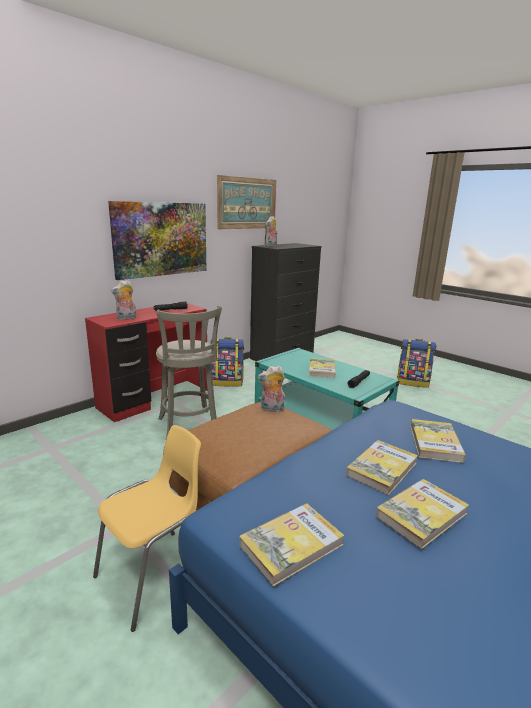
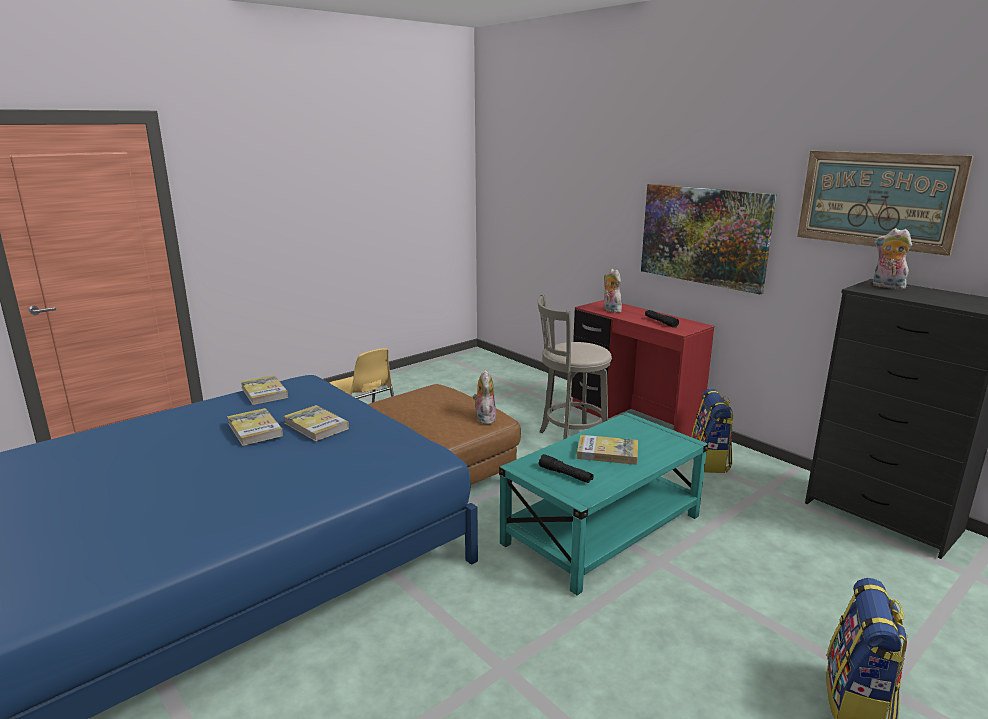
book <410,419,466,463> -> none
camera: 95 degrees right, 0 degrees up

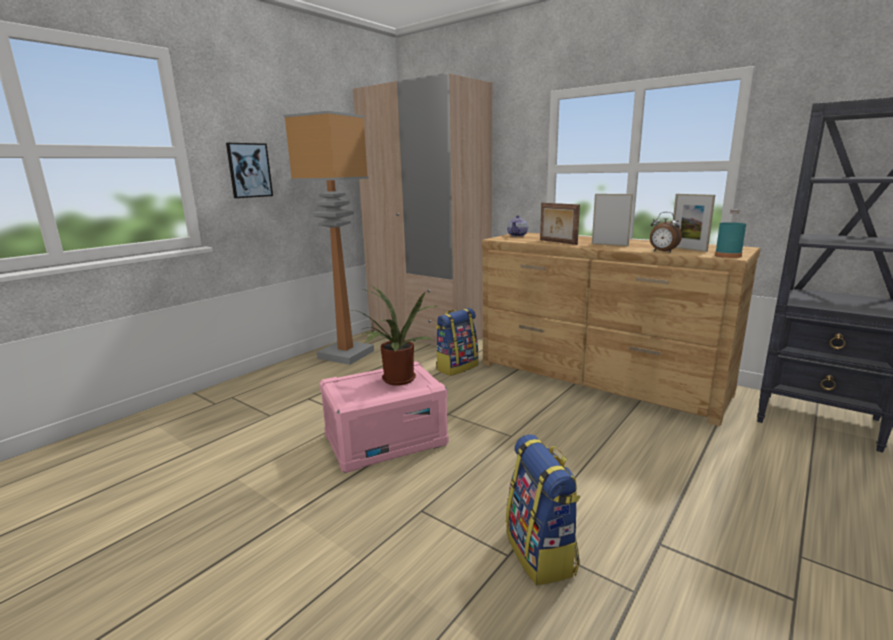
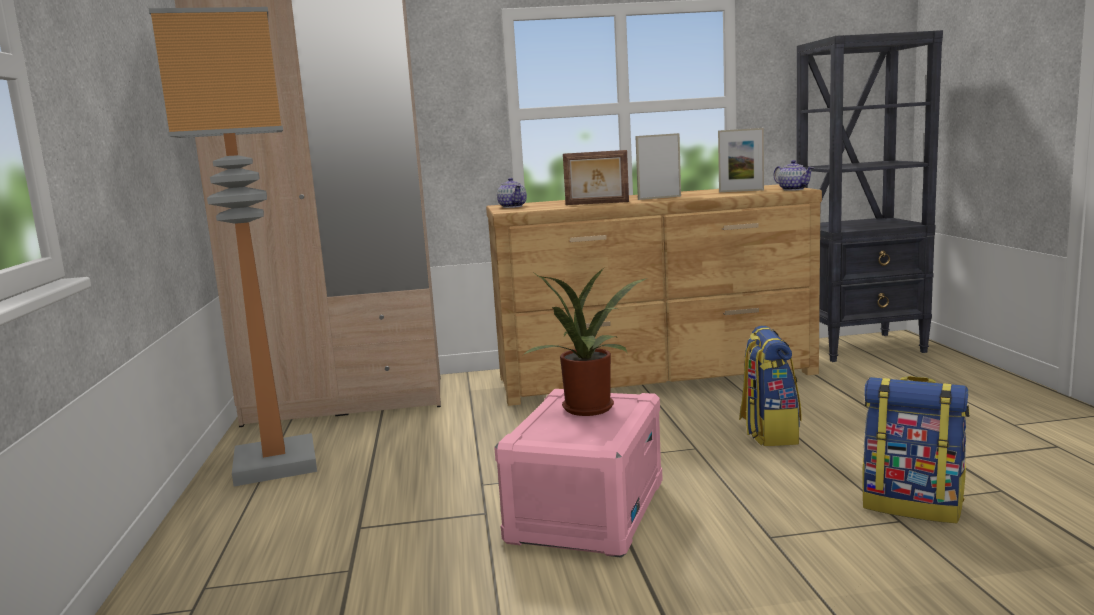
backpack <436,308,478,376> -> backpack <739,326,801,446>, shifted
drink bottle/blue-green <715,209,746,258> -> pot for tea <774,160,814,191>
wall art <226,143,273,198> -> none
bedside clock <650,212,682,253> -> none
camera: 45 degrees left, 5 degrees down

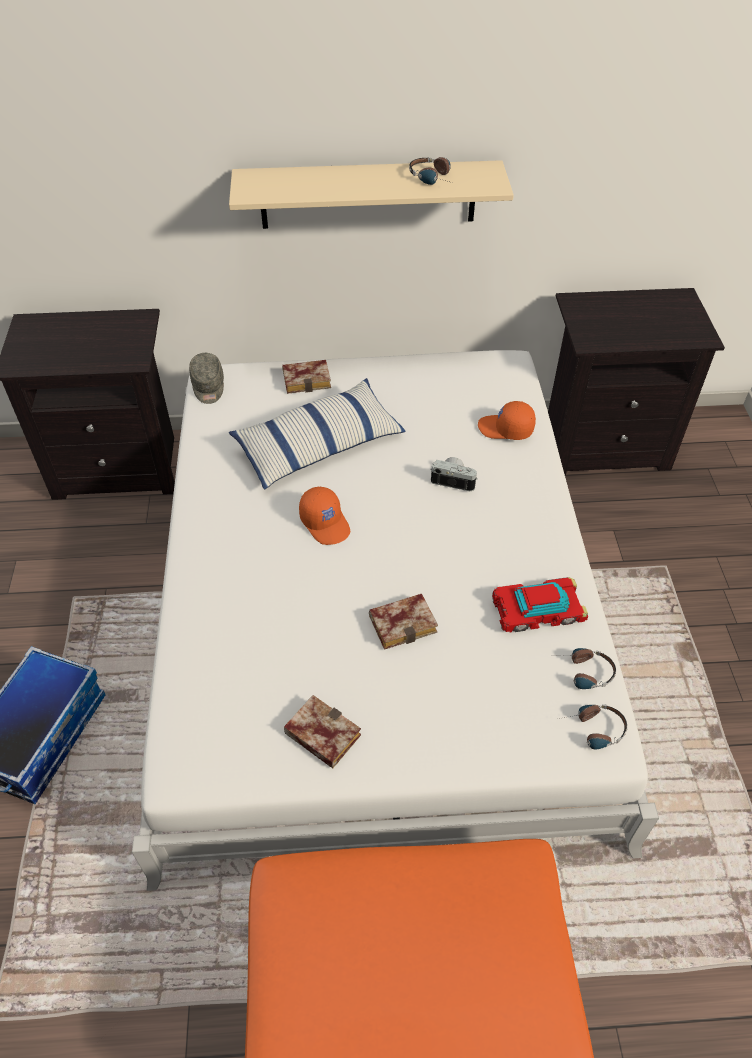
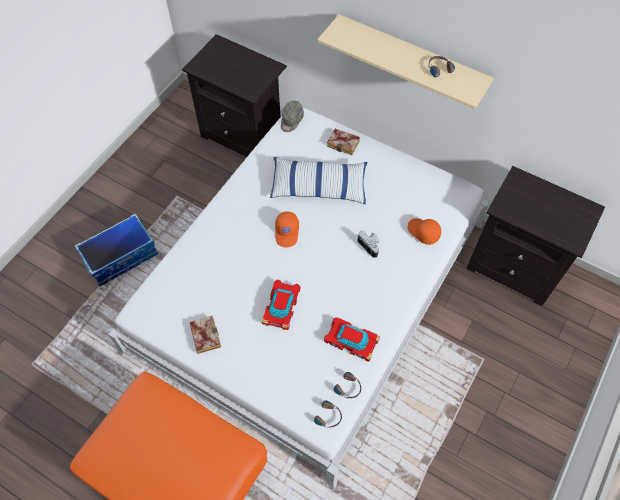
book <369,594,438,650> -> toy car <262,280,300,330>
camera: 35 degrees right, 10 degrees up

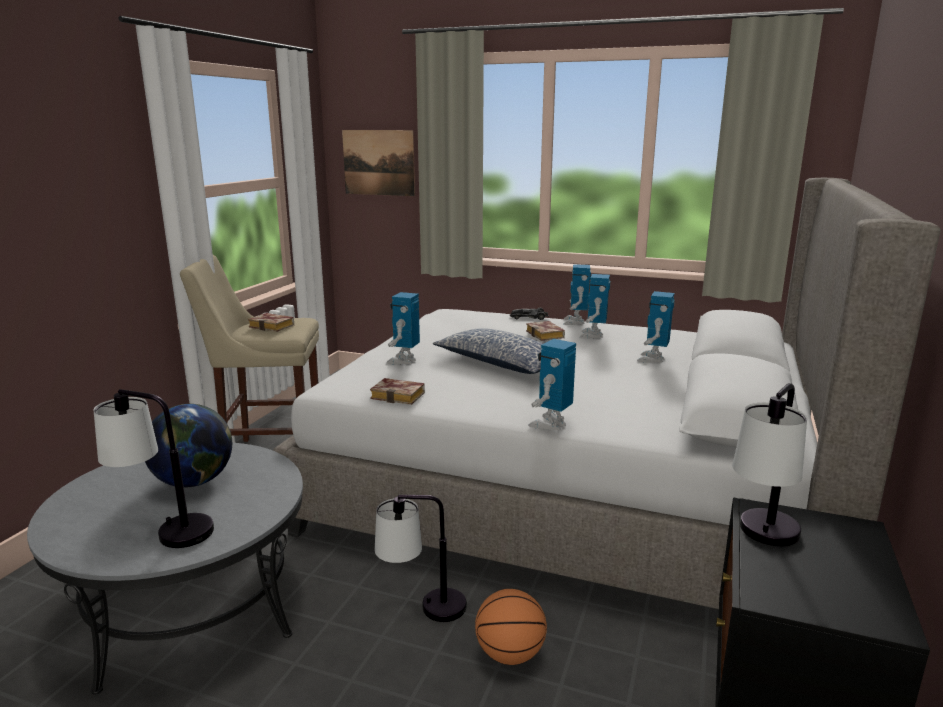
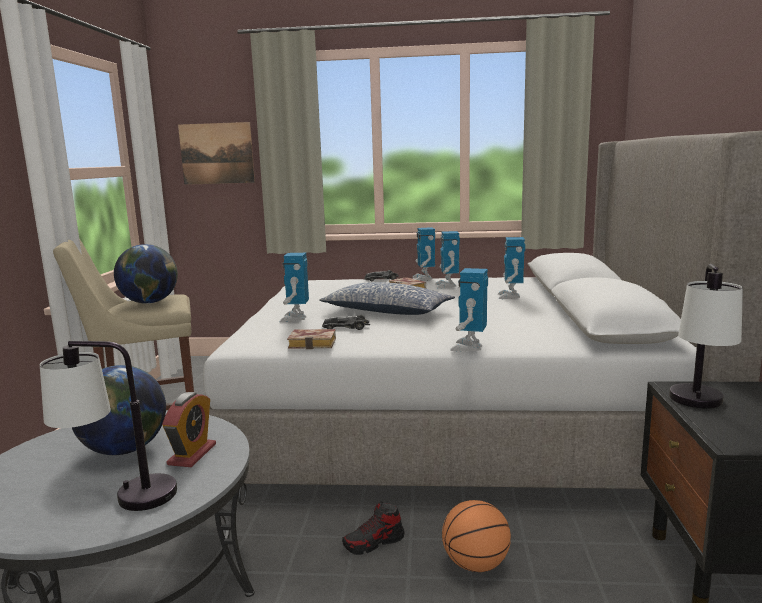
book <248,313,294,332> -> globe <114,244,178,304>
none -> bedside clock <162,392,216,467>
none -> toy car <322,315,370,330>
tabletop lamp <375,495,467,622> -> shoe <342,501,404,555>
camera: 15 degrees left, 5 degrees down

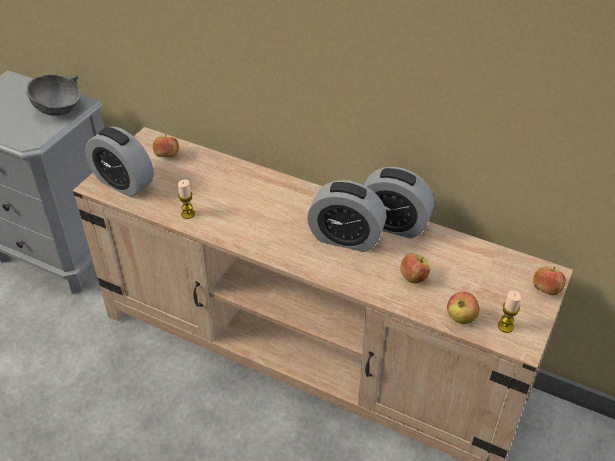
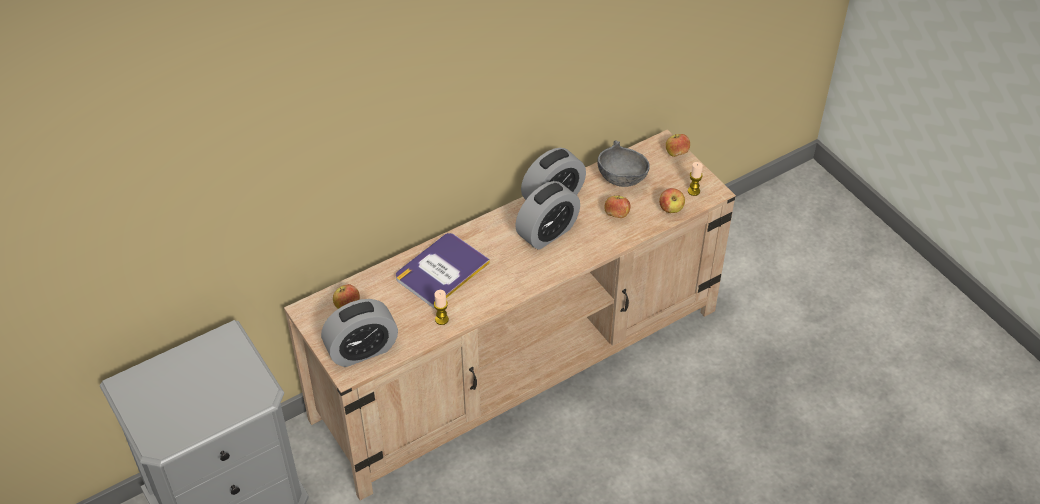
none -> book <396,233,490,308>
bowl/greyish <26,74,81,116> -> bowl/greyish <598,140,650,187>, shifted
camera: 60 degrees left, 5 degrees up

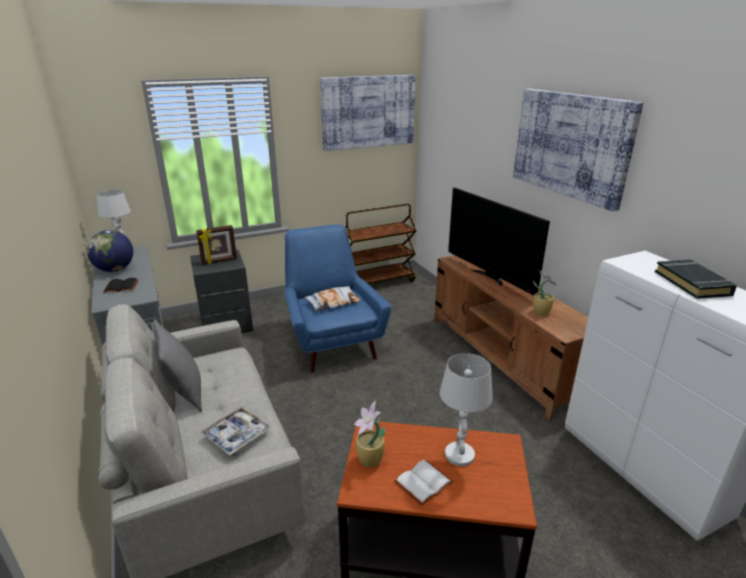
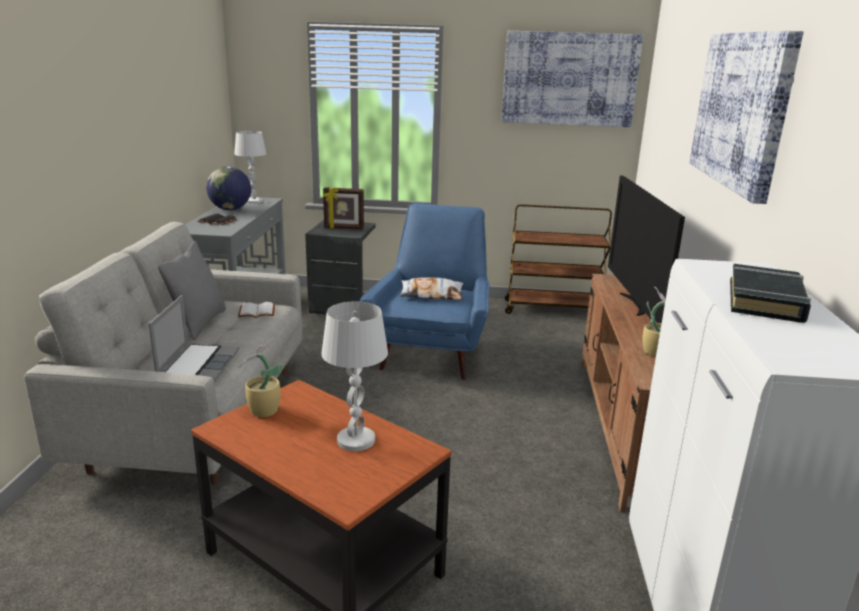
serving tray <200,406,271,456> -> portable computer <149,295,239,382>
book/white-coloured <394,459,453,506> -> book/white-coloured <238,302,275,318>, shifted
camera: 30 degrees right, 5 degrees down

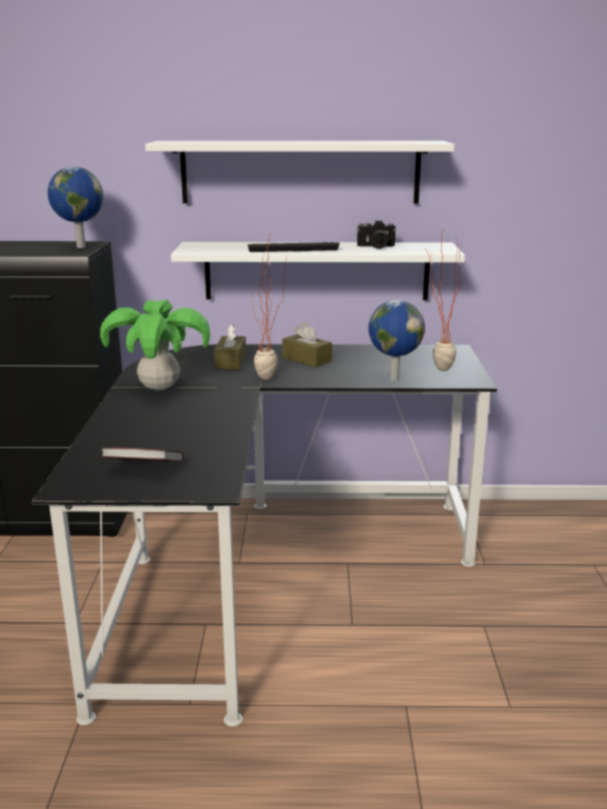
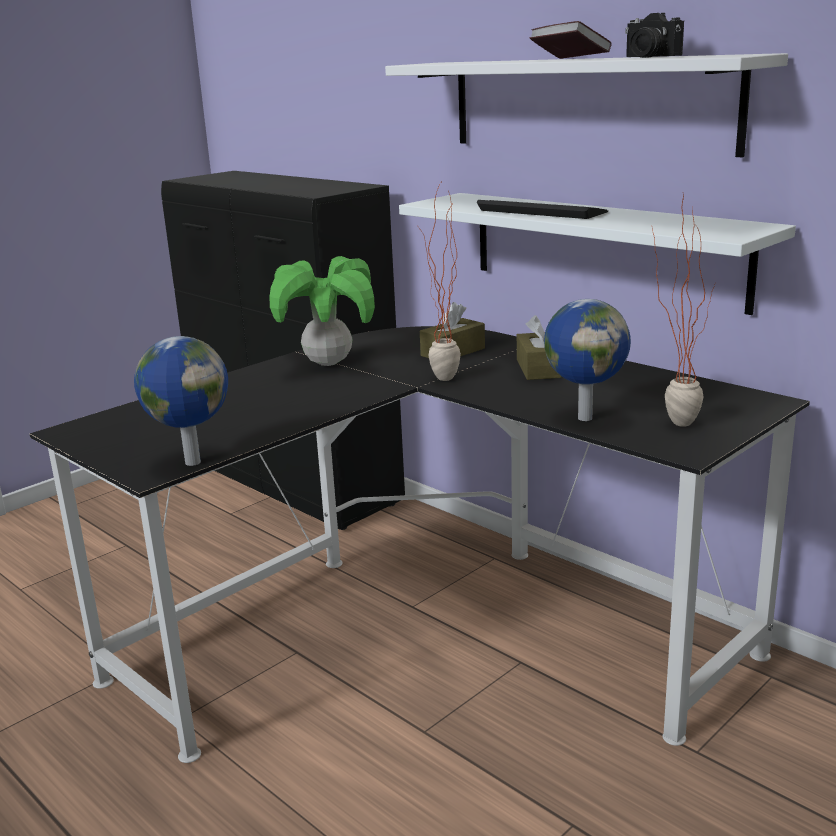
globe <47,167,103,248> -> globe <134,336,228,466>, shifted
book <101,448,184,462> -> book <529,21,611,59>, shifted
still camera <357,220,396,249> -> still camera <625,13,684,58>, shifted
camera: 45 degrees right, 0 degrees up

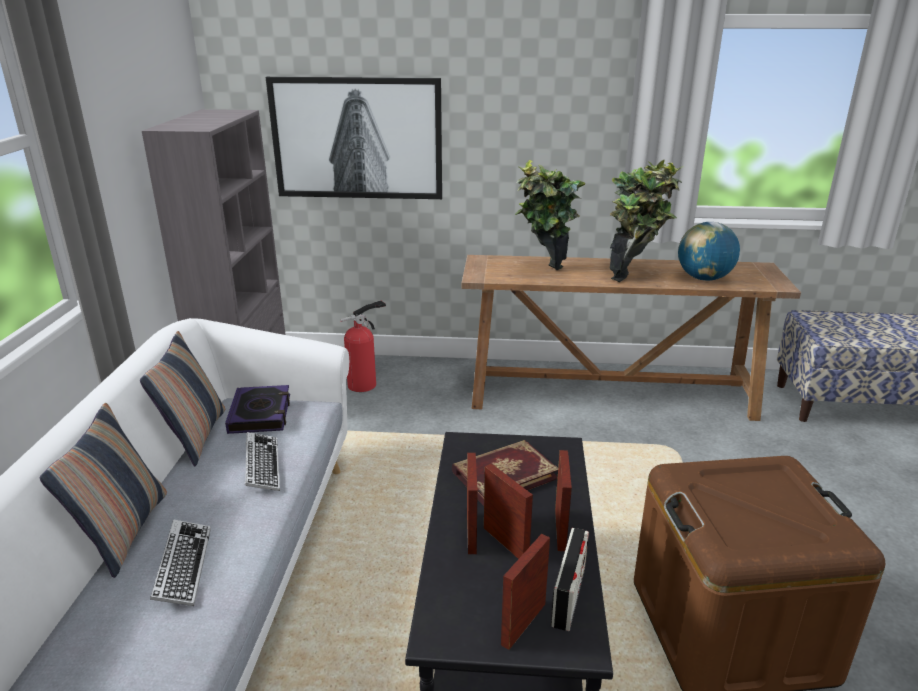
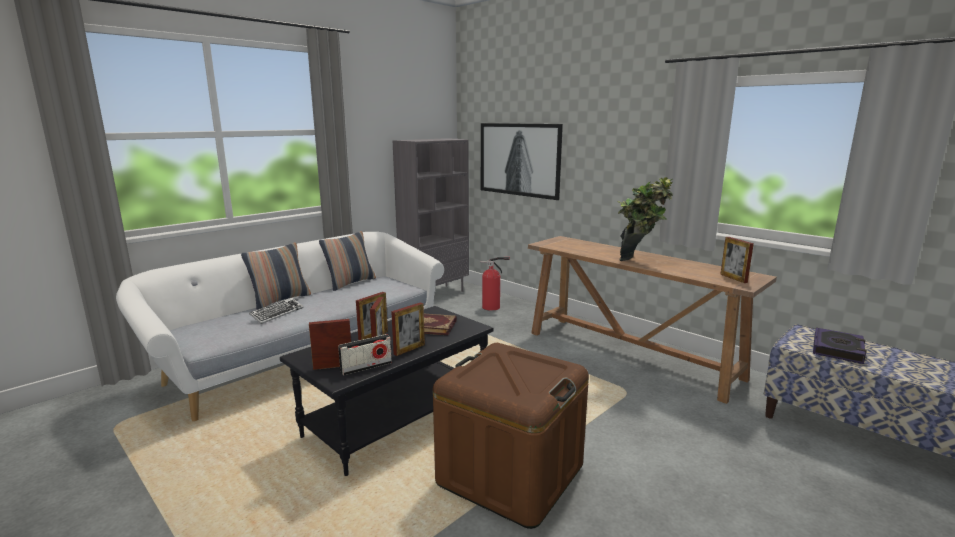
none -> picture frame <720,237,754,283>
book <225,385,290,434> -> book <813,327,867,364>, shifted
keyboard <245,432,280,491> -> none
houseplant <515,160,585,270> -> none
globe <678,222,740,281> -> none
camera: 40 degrees right, 10 degrees down

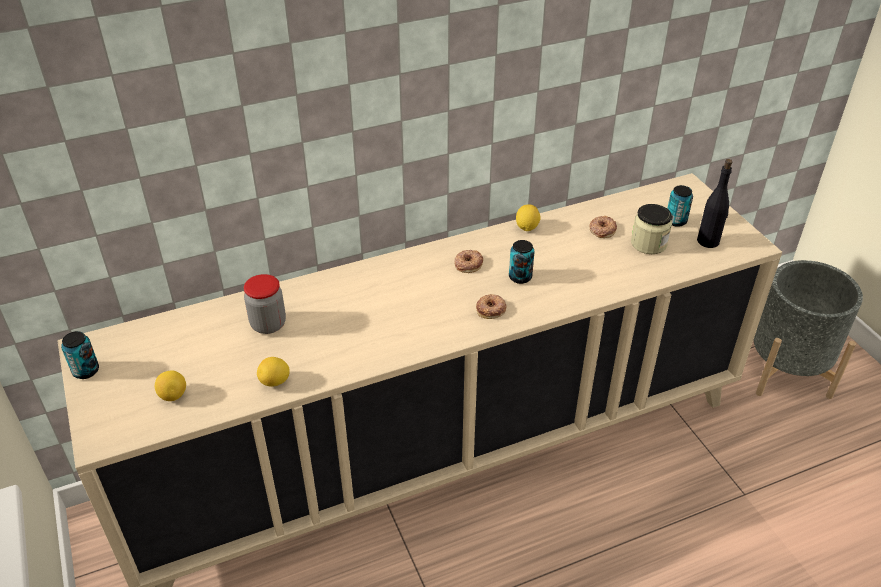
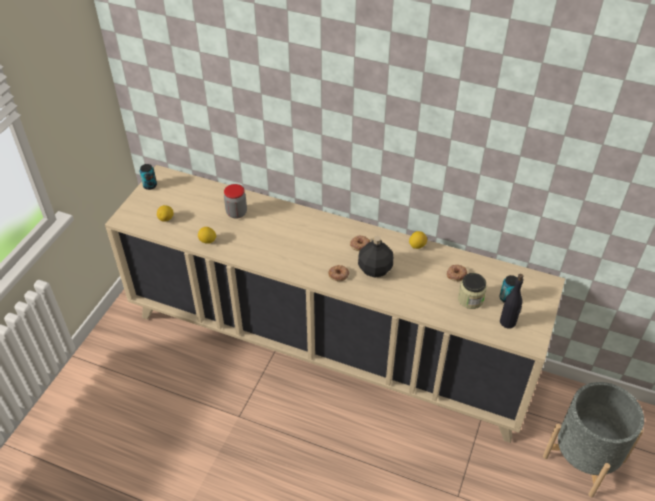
metal can <509,240,535,284> -> drink bottle/black-coloured <358,236,393,278>
camera: 45 degrees right, 5 degrees up

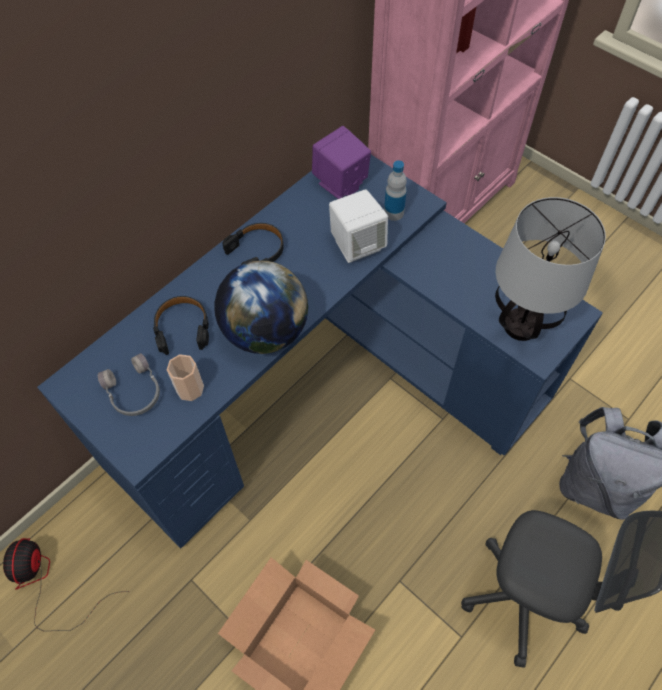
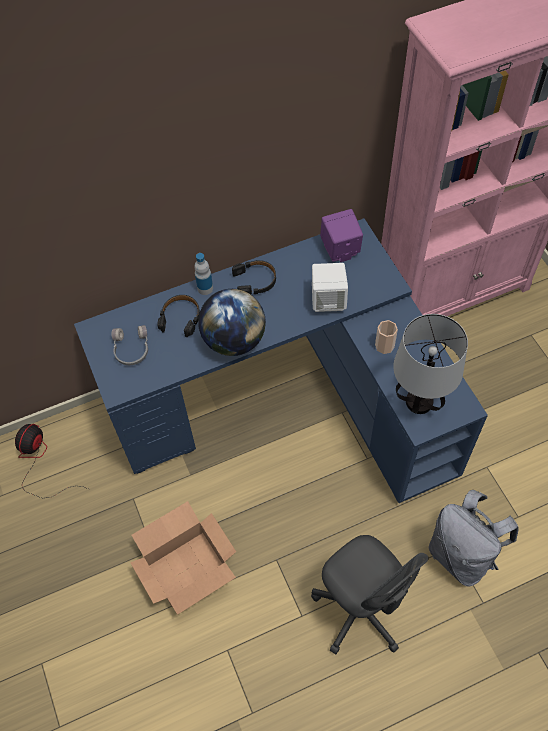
drink bottle <384,160,407,221> -> drink bottle <194,253,213,295>, shifted
small cup <167,354,204,401> -> small cup <375,320,398,354>, shifted
camera: 25 degrees right, 0 degrees up

